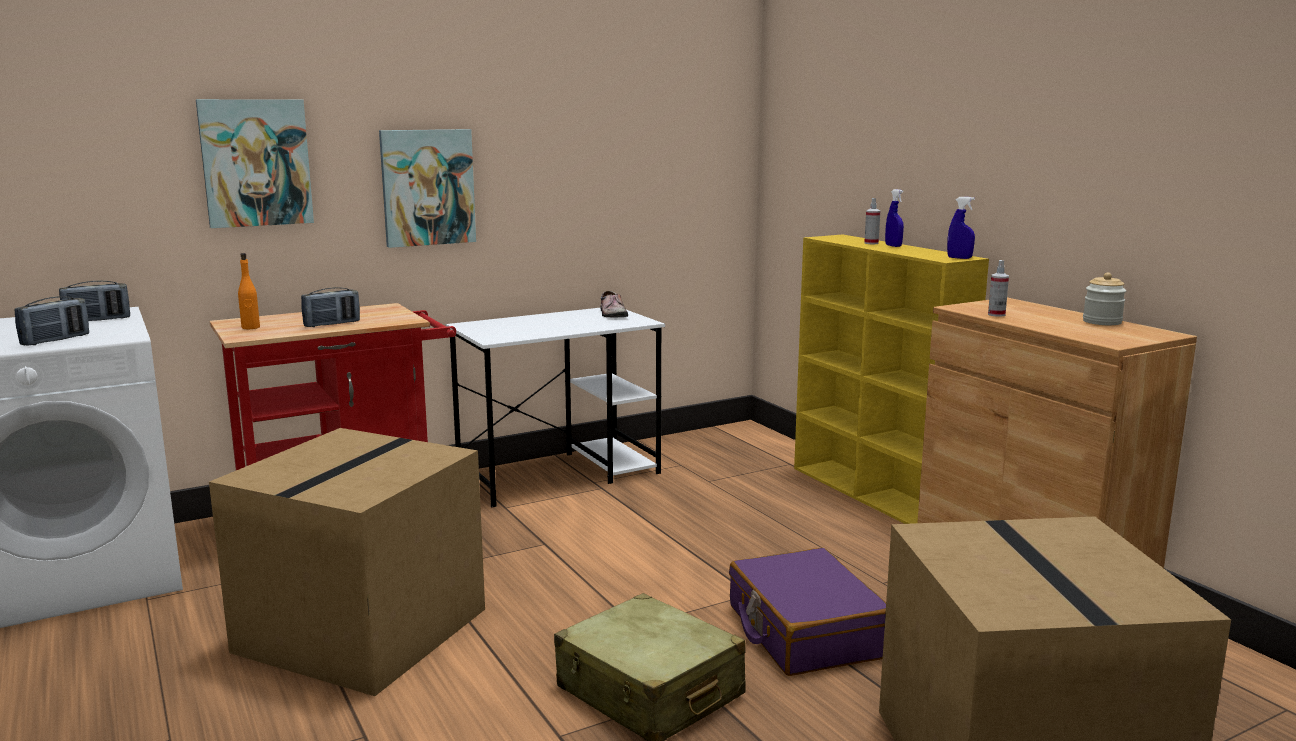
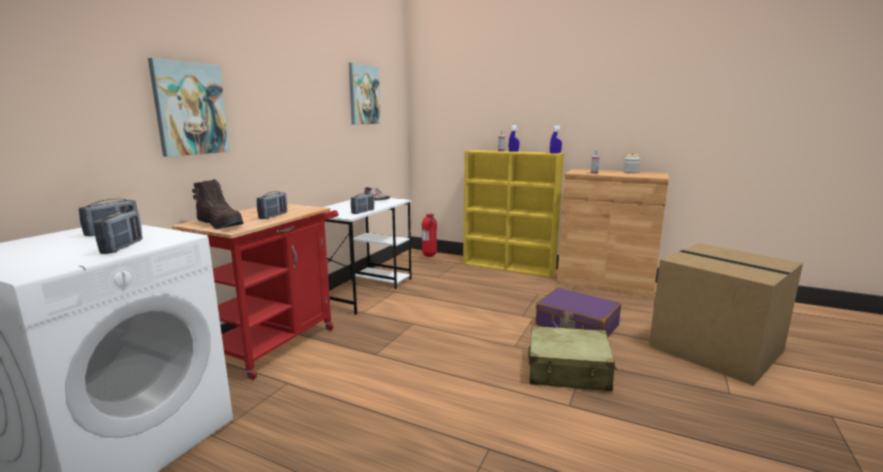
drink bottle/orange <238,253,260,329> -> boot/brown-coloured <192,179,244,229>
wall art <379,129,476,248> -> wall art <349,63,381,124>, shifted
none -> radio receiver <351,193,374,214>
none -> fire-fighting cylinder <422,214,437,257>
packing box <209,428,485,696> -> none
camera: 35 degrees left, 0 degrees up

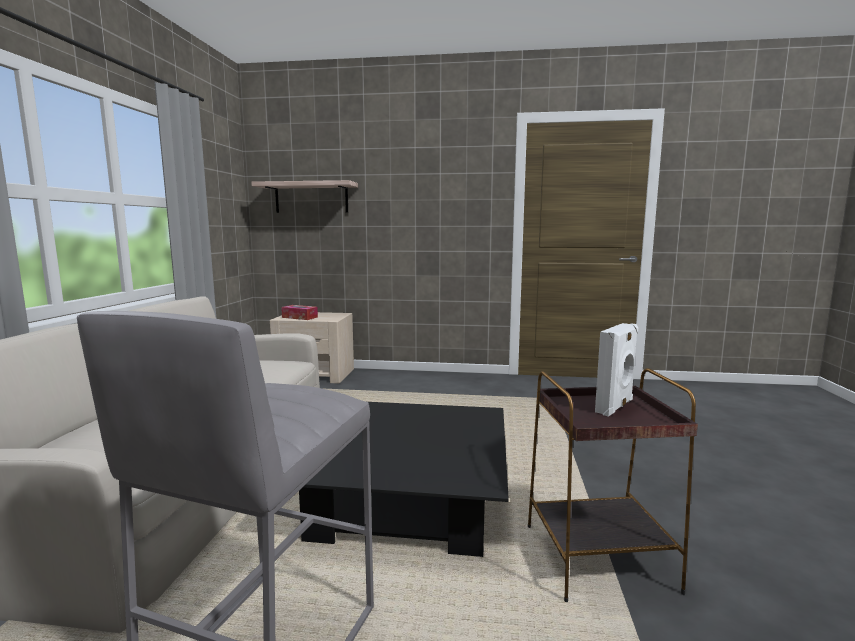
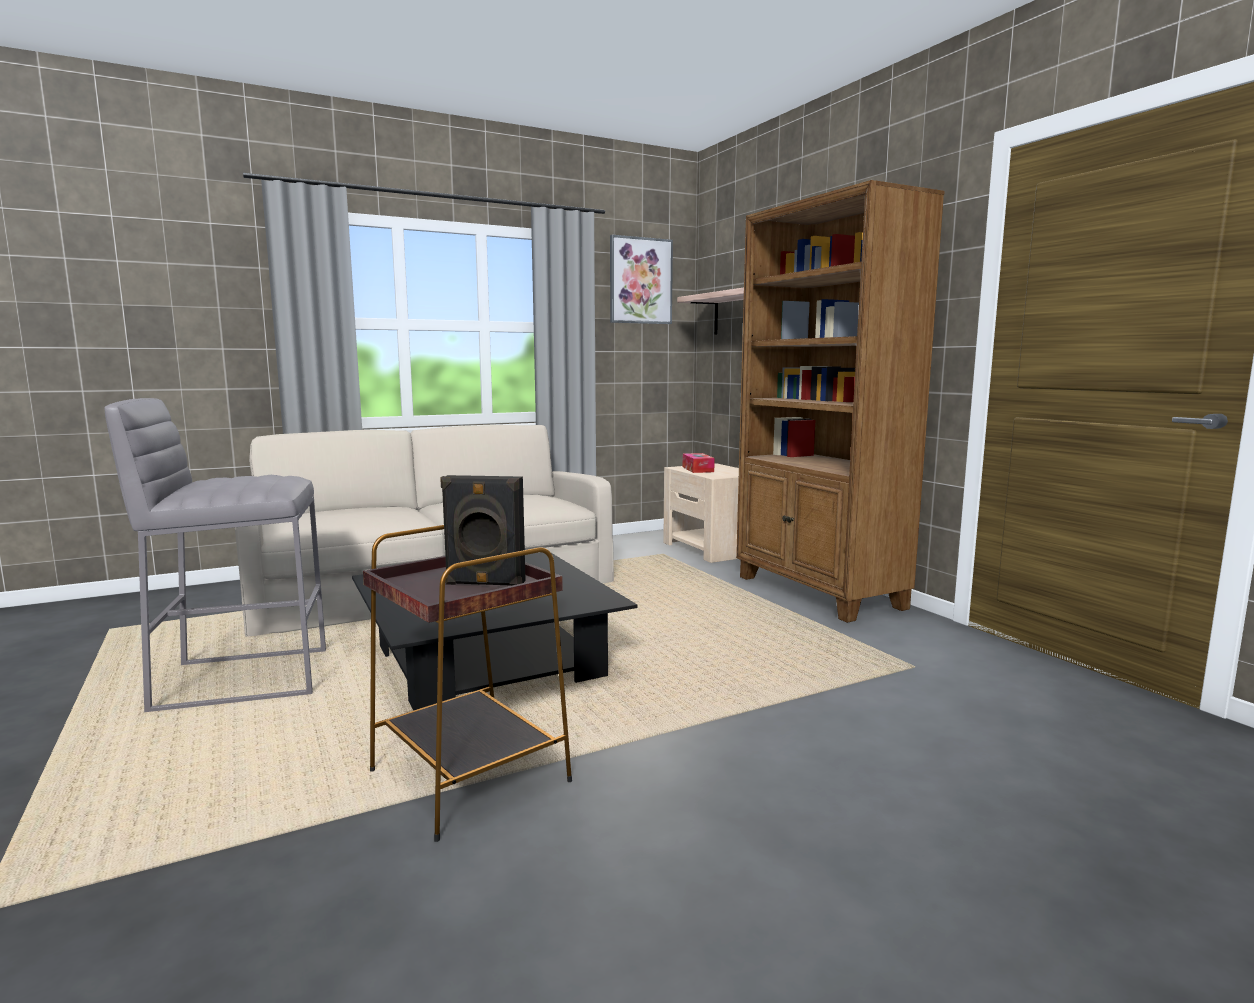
loudspeaker/white-coloured <595,323,638,417> -> loudspeaker/black-coloured <440,475,526,586>
none -> wall art <610,235,673,324>
none -> bookcase/brown-coloured <736,180,945,623>
camera: 55 degrees right, 0 degrees up

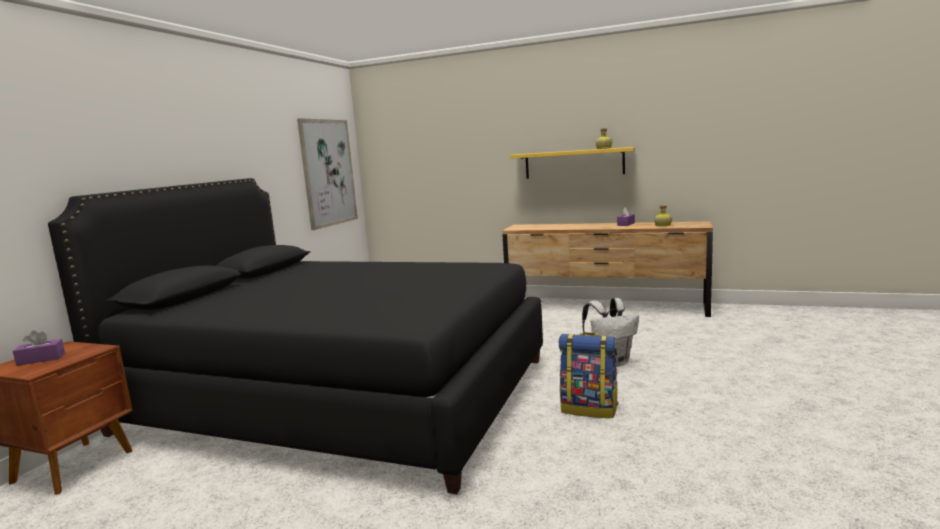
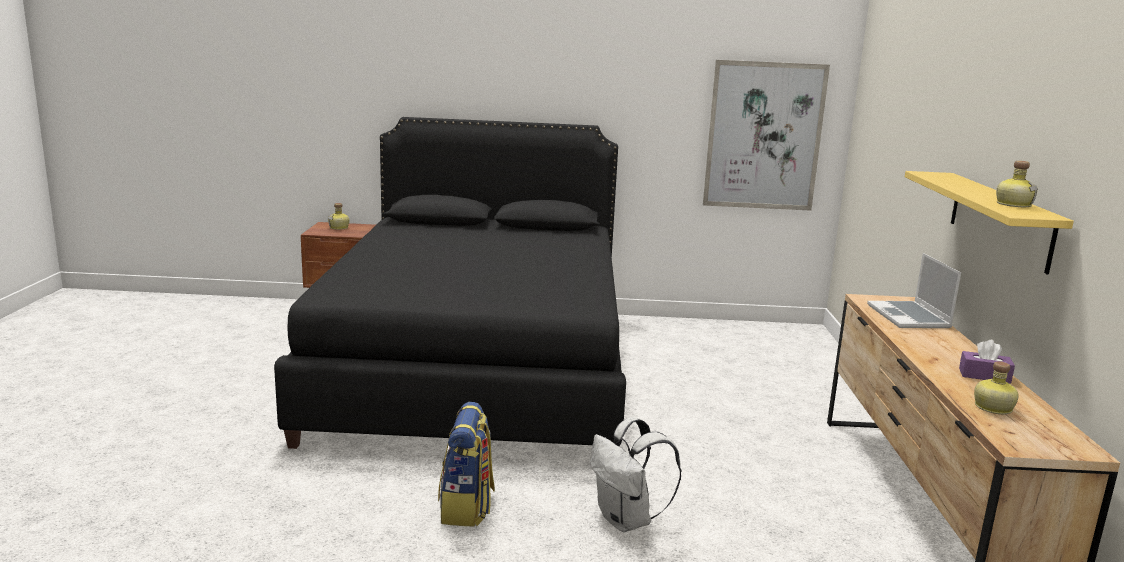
box of tissues/purple <13,330,65,366> -> drink bottle <328,203,349,230>
none -> portable computer <867,253,961,328>
camera: 70 degrees right, 5 degrees up

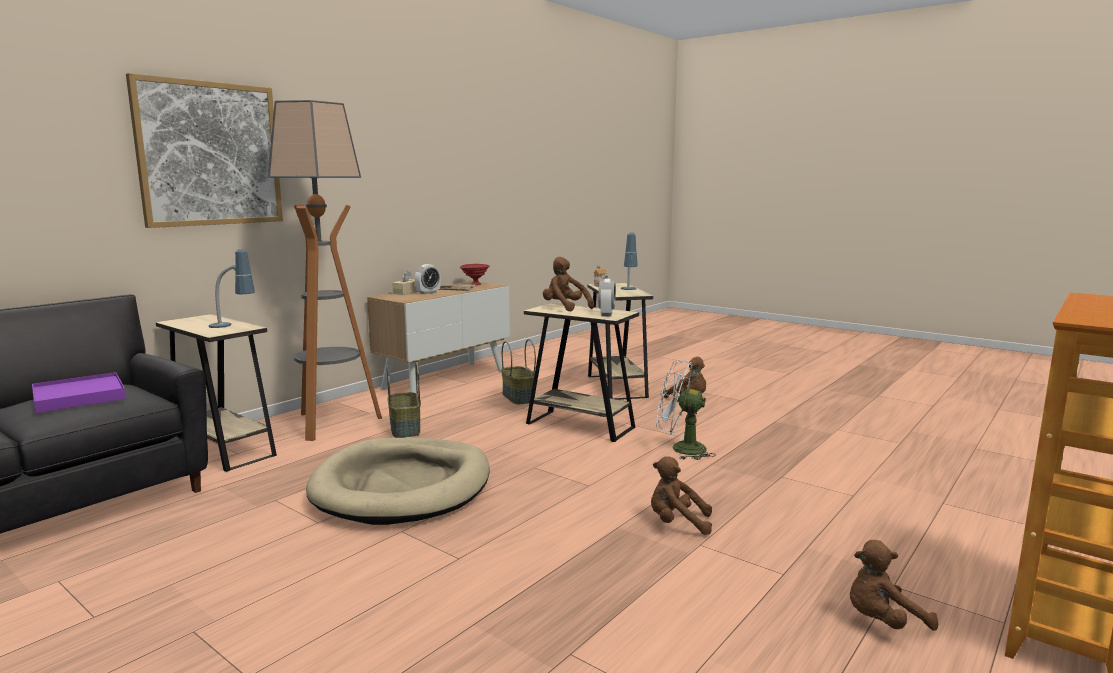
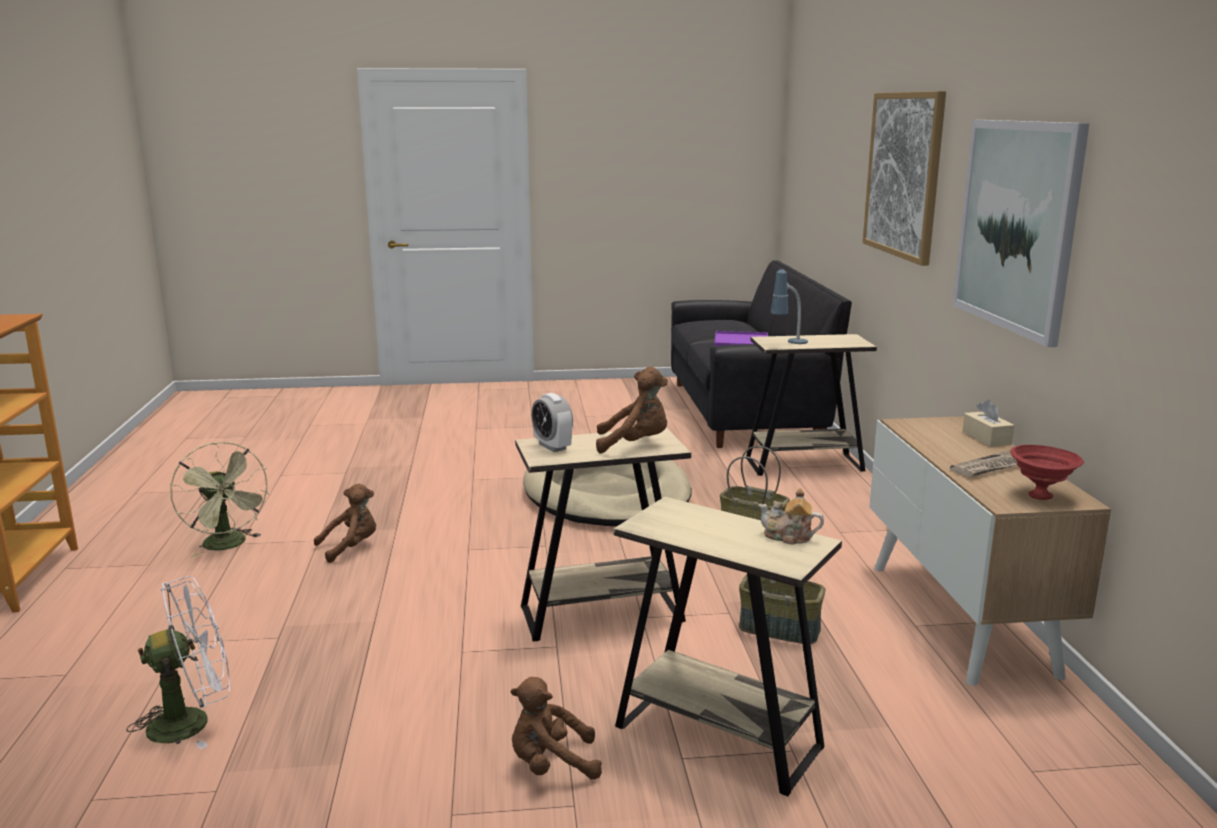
cooling fan/white-coloured <656,360,716,460> -> cooling fan/white-coloured <126,576,230,749>, shifted
none -> cooling fan/greenish <170,442,271,557>
none -> wall art <953,120,1090,347>
floor lamp <268,100,382,441> -> none
bedside clock <415,264,441,294> -> none
tabletop lamp <621,232,638,290> -> none
cuddly toy/brown-coloured <850,540,938,631> -> none
camera: 135 degrees right, 5 degrees up

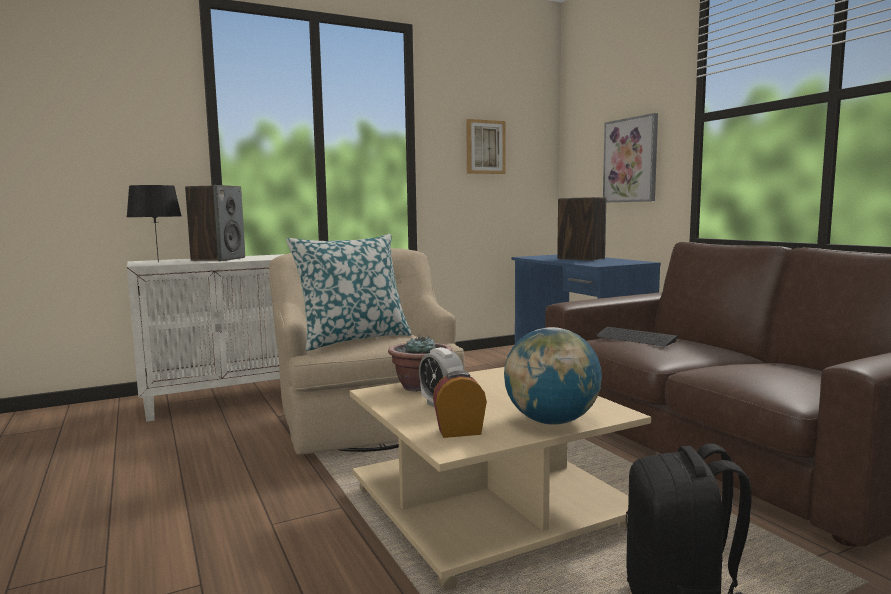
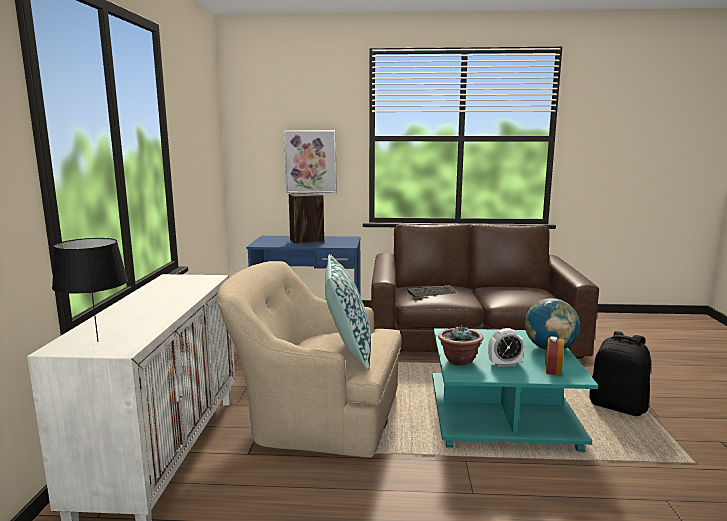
coffee table/beige-coloured <350,367,651,591> -> coffee table/blue-green <432,328,598,452>
loudspeaker <185,185,245,261> -> none
wall art <466,119,505,174> -> none
camera: 60 degrees left, 5 degrees up

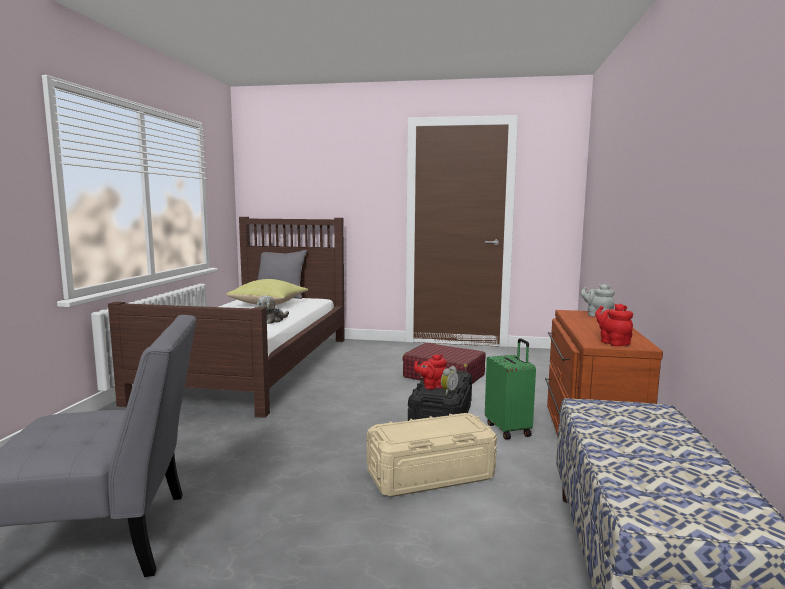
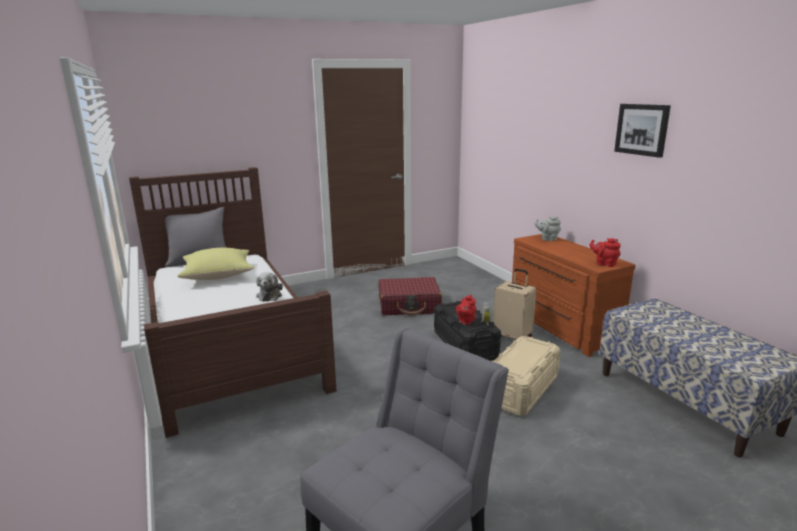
travel case/greenish <485,338,536,440> -> travel case/beige-coloured <493,269,536,339>
none -> wall art <614,104,671,158>
camera: 35 degrees left, 10 degrees up

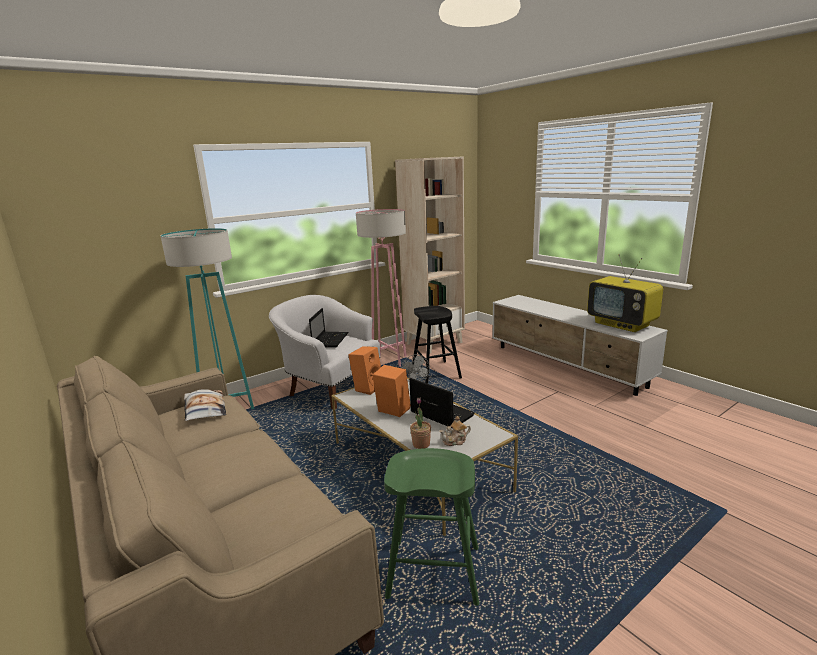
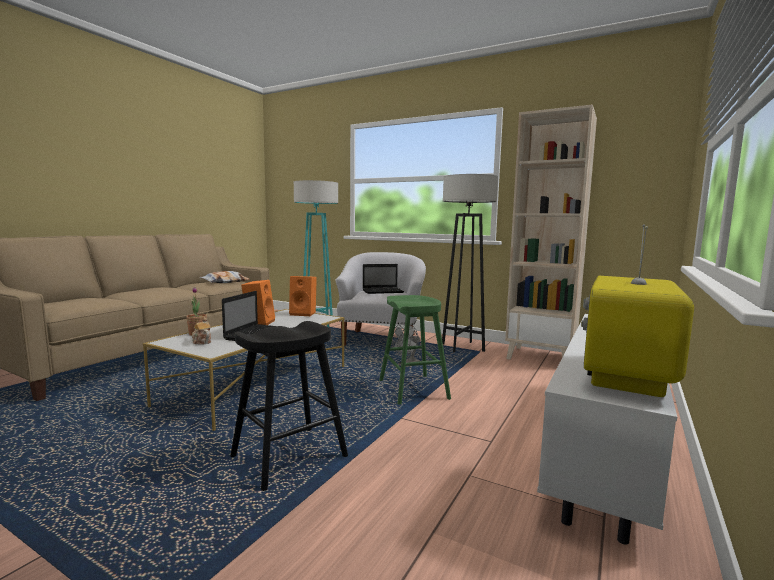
stool seat/black-coloured <412,306,462,384> -> stool seat/black-coloured <230,321,348,491>, shifted
stool seat/greenish <384,448,479,606> -> stool seat/greenish <379,295,451,405>, shifted
floor lamp/pink <356,209,407,367> -> floor lamp/greyish <442,174,498,353>
camera: 65 degrees right, 10 degrees down

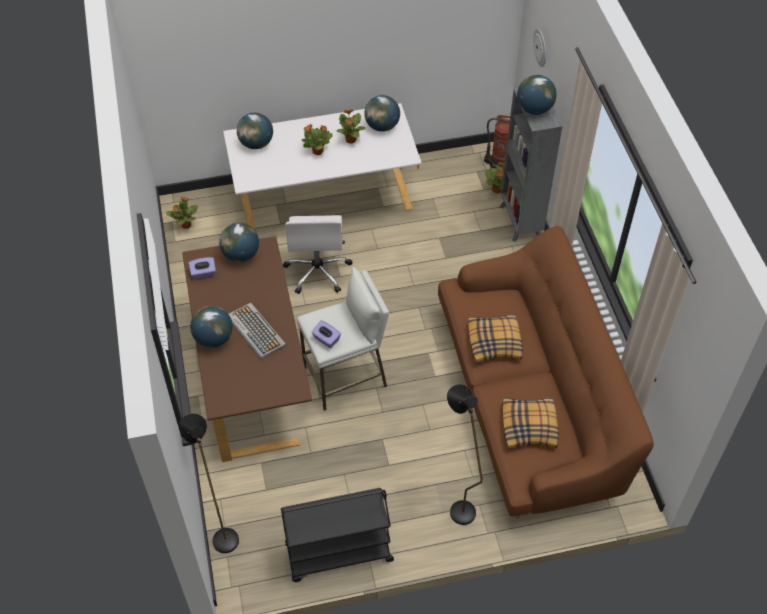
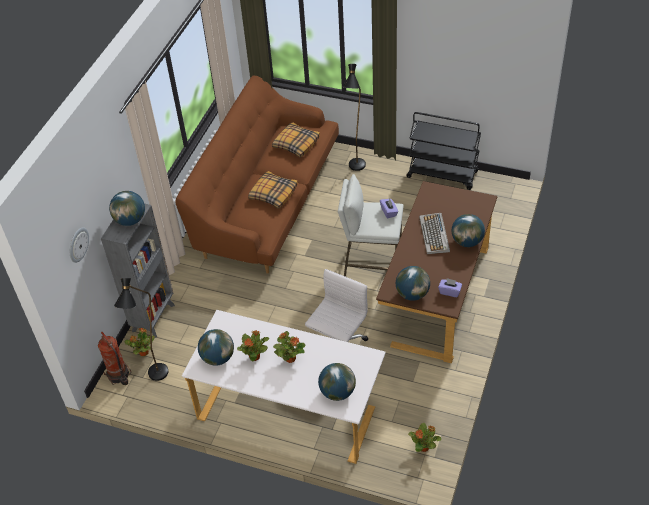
floor lamp/black-coloured <179,413,239,553> -> floor lamp/black-coloured <114,278,168,381>, shifted
camera: 145 degrees left, 5 degrees down

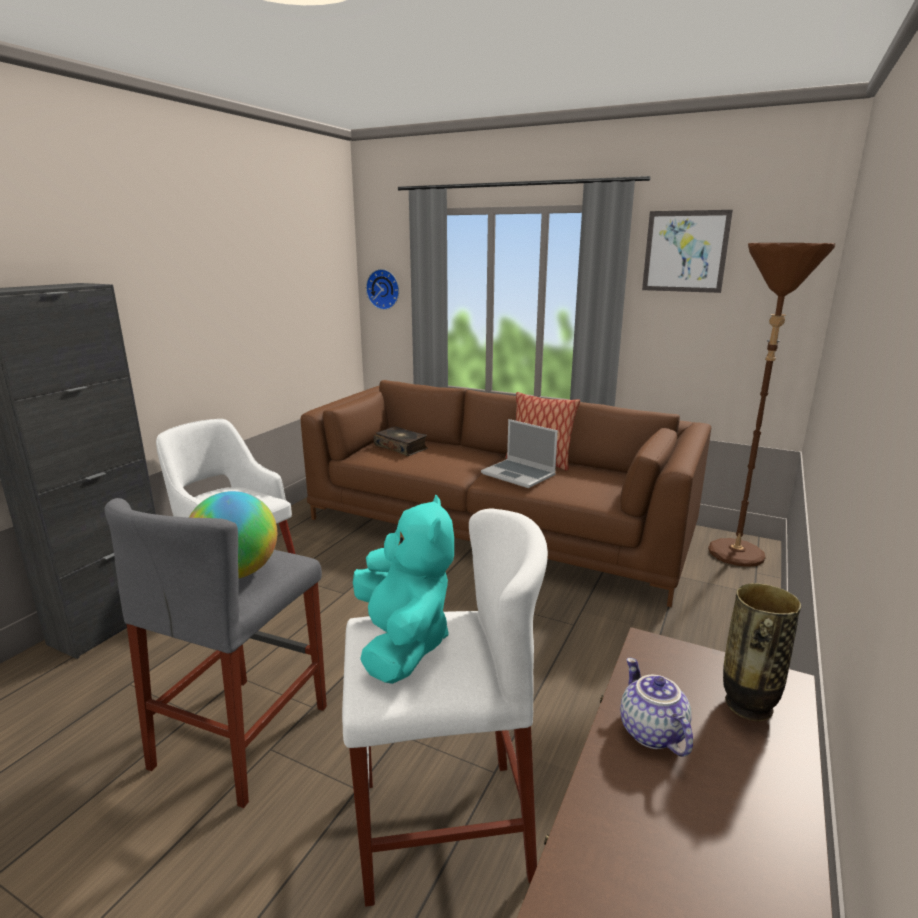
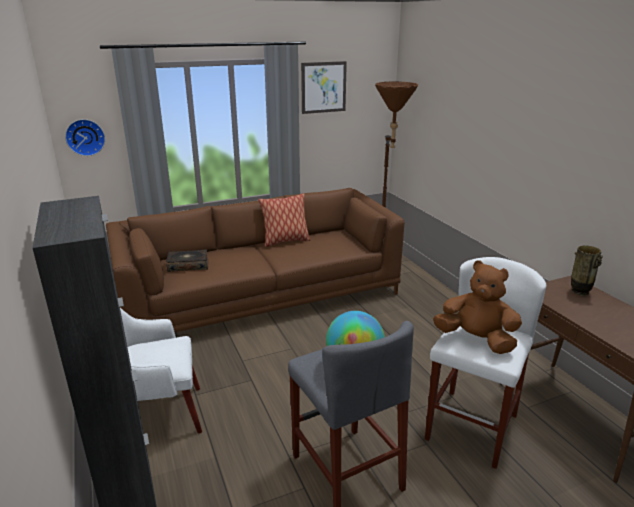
cuddly toy/blue-green <353,494,454,684> -> cuddly toy/brown-coloured <433,261,522,354>
portable computer <481,419,558,488> -> none
pot for tea <620,658,693,757> -> none
camera: 50 degrees left, 5 degrees up

